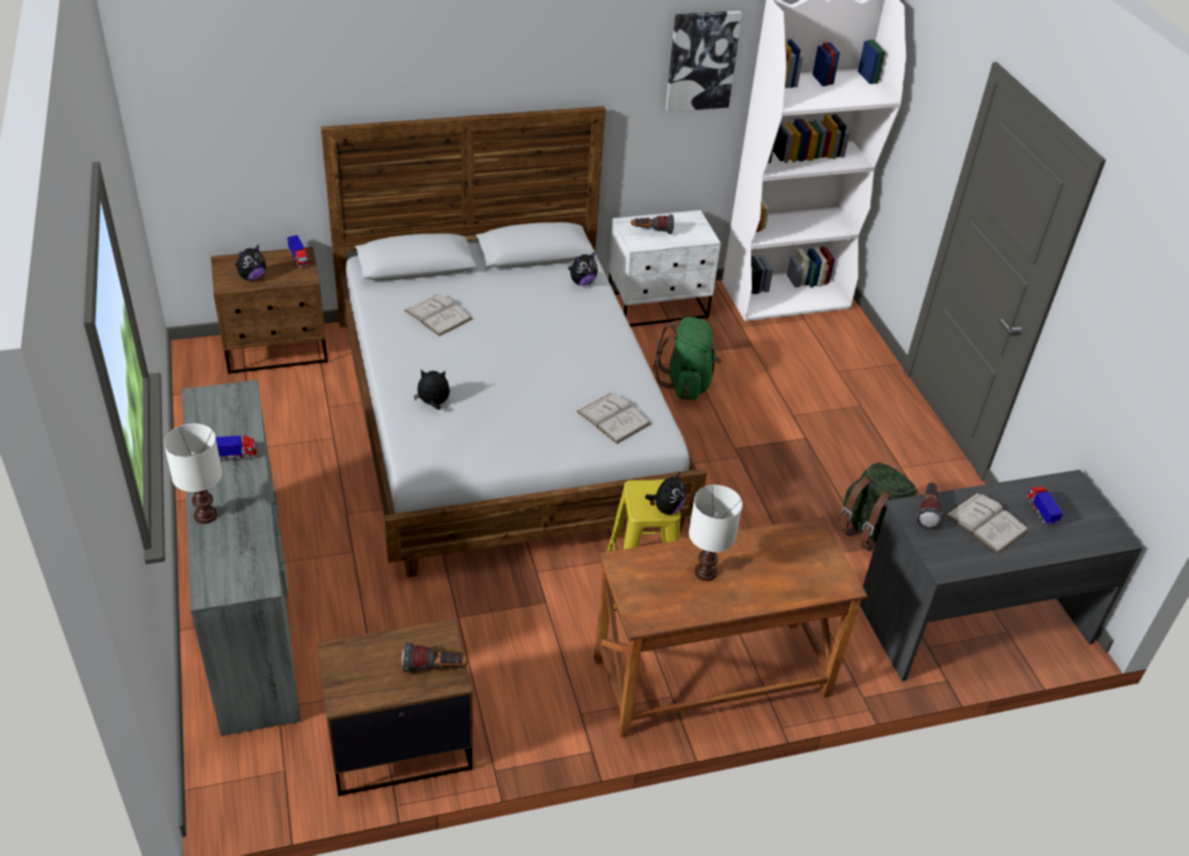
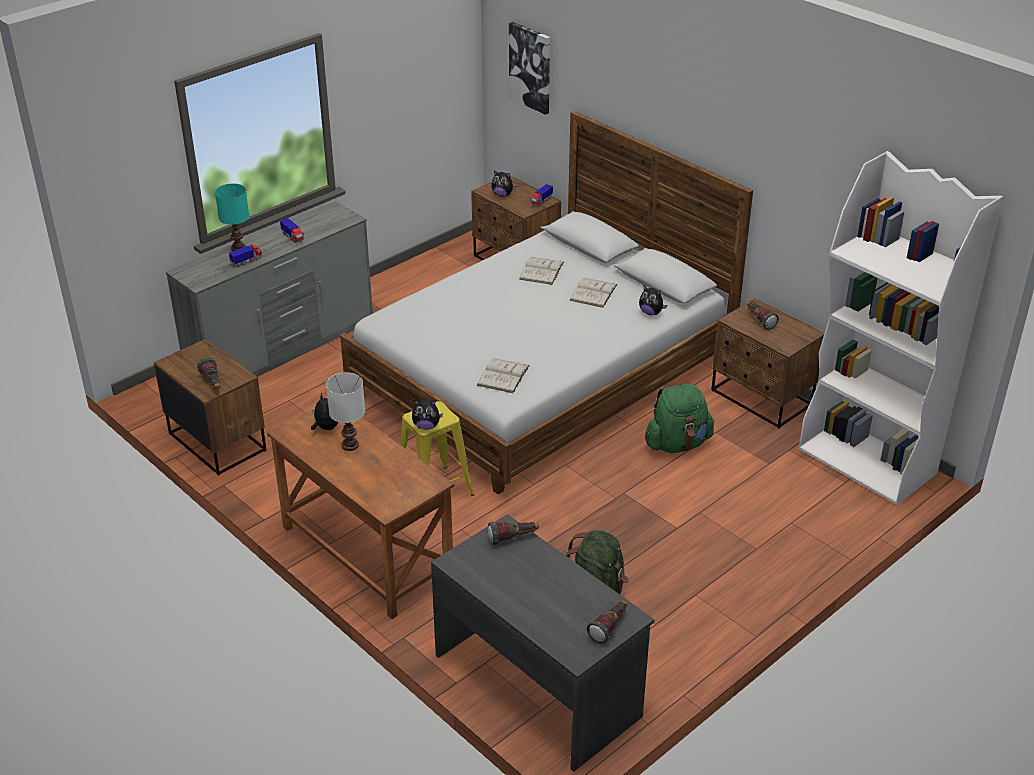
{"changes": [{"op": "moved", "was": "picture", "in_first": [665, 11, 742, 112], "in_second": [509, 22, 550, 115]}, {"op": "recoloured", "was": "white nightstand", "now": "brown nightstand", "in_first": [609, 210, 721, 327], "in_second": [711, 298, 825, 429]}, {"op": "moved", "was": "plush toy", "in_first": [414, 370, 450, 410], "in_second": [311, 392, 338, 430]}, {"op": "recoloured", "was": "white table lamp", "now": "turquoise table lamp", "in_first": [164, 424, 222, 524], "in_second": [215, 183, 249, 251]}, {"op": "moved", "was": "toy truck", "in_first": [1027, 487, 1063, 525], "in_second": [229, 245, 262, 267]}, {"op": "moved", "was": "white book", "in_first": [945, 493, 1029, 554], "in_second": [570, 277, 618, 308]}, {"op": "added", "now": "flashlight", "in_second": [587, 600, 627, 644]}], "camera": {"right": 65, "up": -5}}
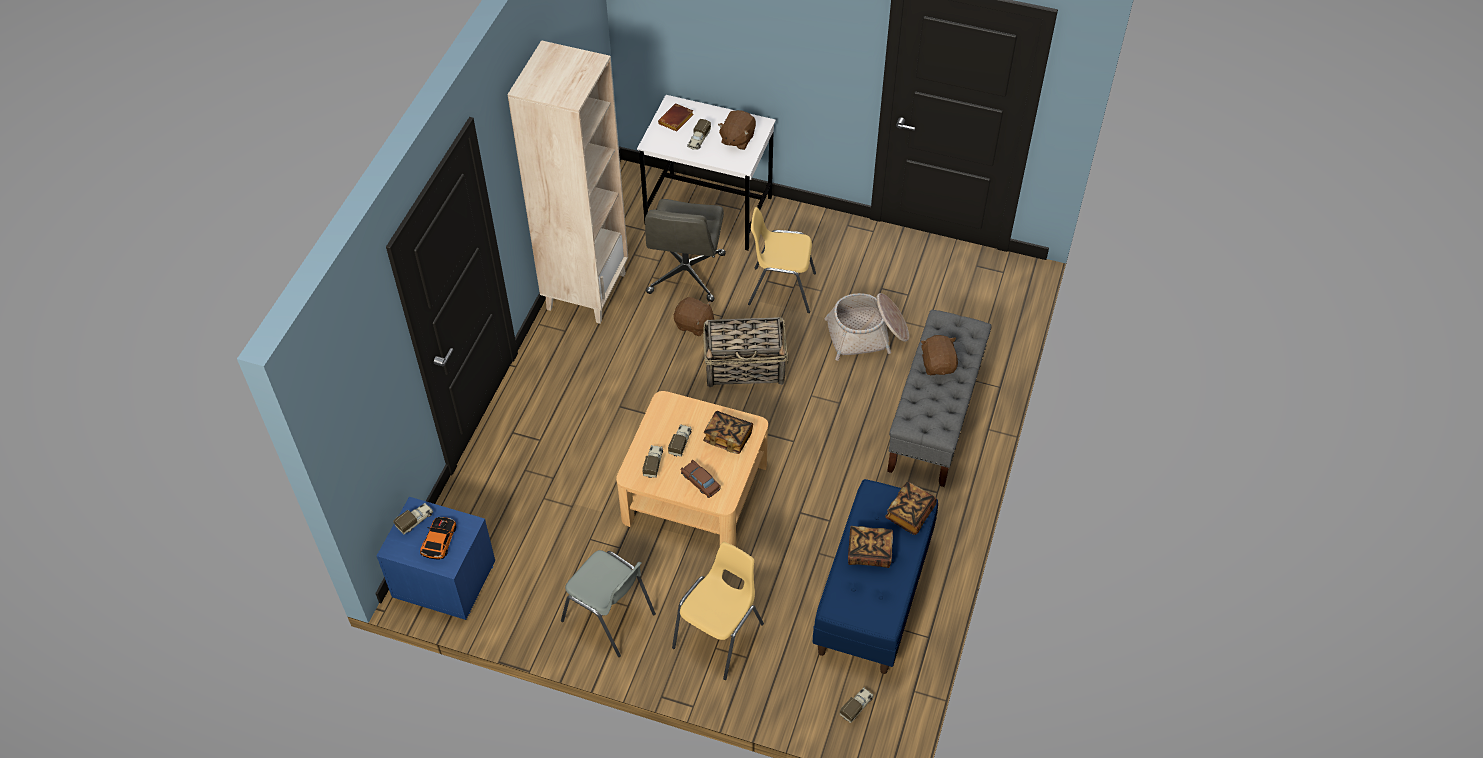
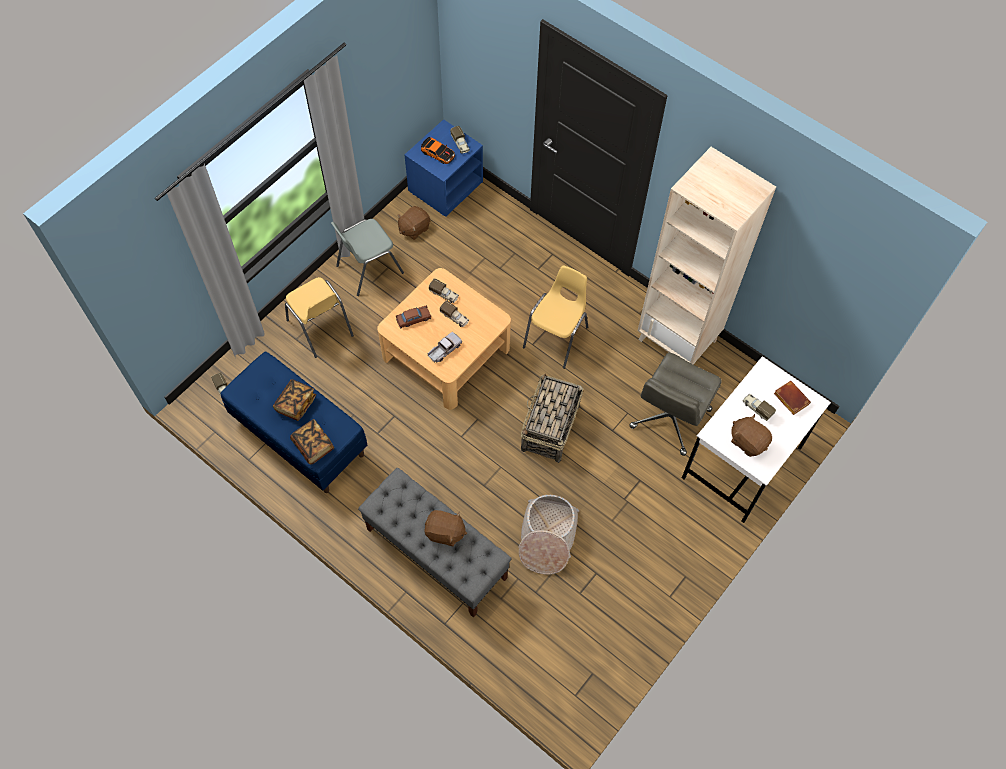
{"changes": [{"op": "turned", "was": "grey office chair", "in_first": [645, 199, 726, 302], "in_second": [629, 352, 721, 456], "clockwise": -90}, {"op": "moved", "was": "yellow chair", "in_first": [748, 207, 816, 313], "in_second": [523, 265, 588, 369]}, {"op": "moved", "was": "brown plush toy", "in_first": [674, 297, 714, 336], "in_second": [397, 206, 430, 240]}, {"op": "replaced", "was": "book", "now": "toy truck", "in_first": [703, 411, 753, 454], "in_second": [427, 332, 462, 362]}], "camera": {"right": 110, "up": 10}}
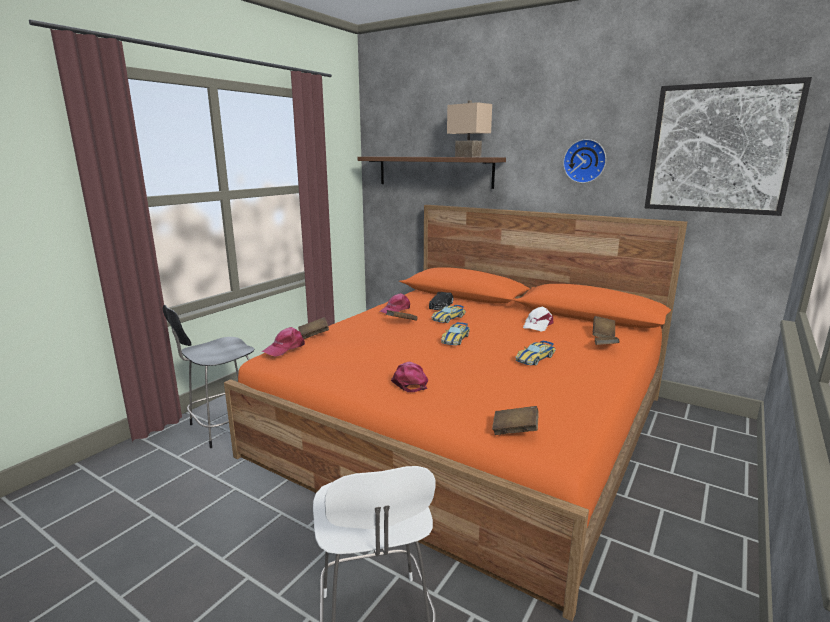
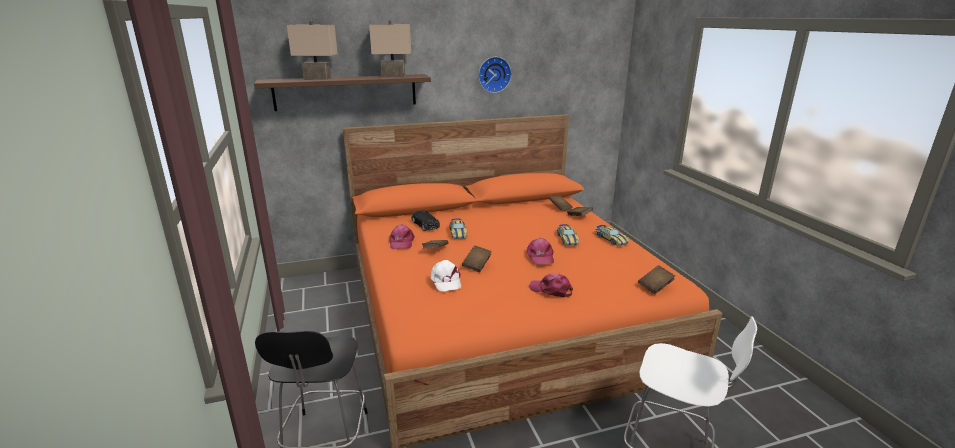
{"changes": [{"op": "removed", "was": "picture", "in_first": [645, 77, 812, 216]}, {"op": "moved", "was": "white cap", "in_first": [523, 307, 553, 332], "in_second": [430, 260, 461, 292]}, {"op": "moved", "was": "brown book", "in_first": [298, 317, 329, 339], "in_second": [462, 245, 492, 272]}, {"op": "moved", "was": "toy car", "in_first": [441, 322, 470, 345], "in_second": [595, 225, 629, 246]}, {"op": "moved", "was": "pink cap", "in_first": [262, 327, 305, 357], "in_second": [526, 238, 554, 265]}, {"op": "added", "now": "beige table lamp", "in_second": [287, 21, 338, 80]}], "camera": {"right": -50, "up": 5}}
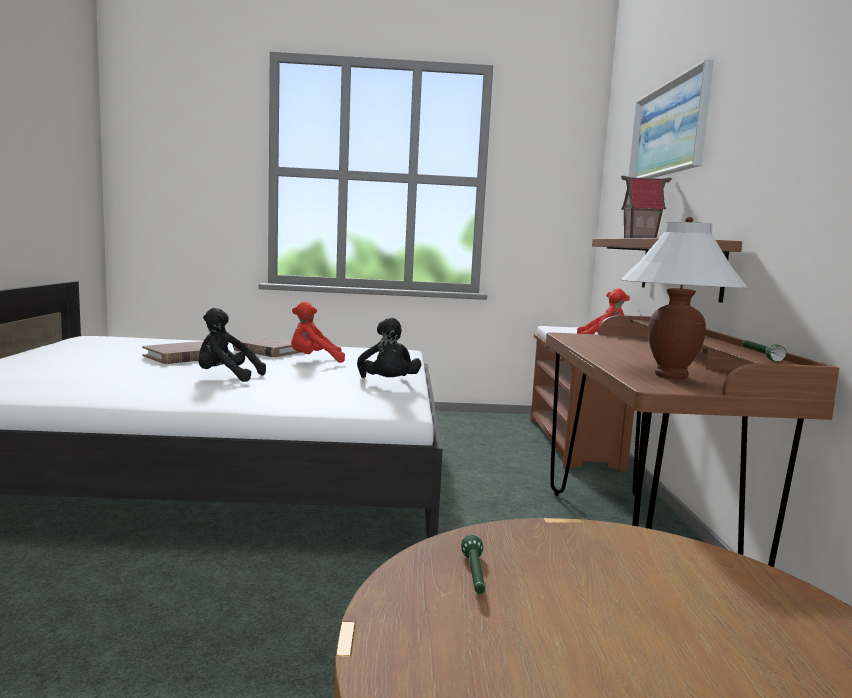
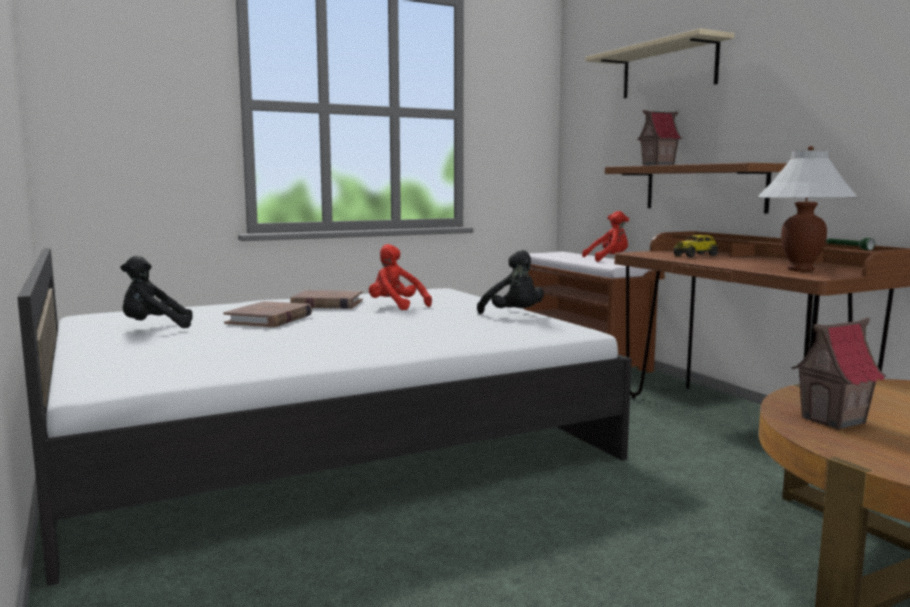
{"changes": [{"op": "replaced", "was": "picture", "now": "beige shelf", "in_first": [628, 59, 714, 178], "in_second": [585, 28, 734, 98]}, {"op": "turned", "was": "red plush toy", "in_first": [291, 301, 345, 363], "in_second": [369, 244, 432, 310], "clockwise": 75}, {"op": "moved", "was": "black plush toy", "in_first": [198, 308, 266, 382], "in_second": [120, 256, 193, 328]}, {"op": "replaced", "was": "green flashlight", "now": "toy house", "in_first": [461, 534, 485, 594], "in_second": [791, 318, 886, 430]}, {"op": "added", "now": "toy truck", "in_second": [674, 235, 718, 257]}], "camera": {"right": -25, "up": 0}}
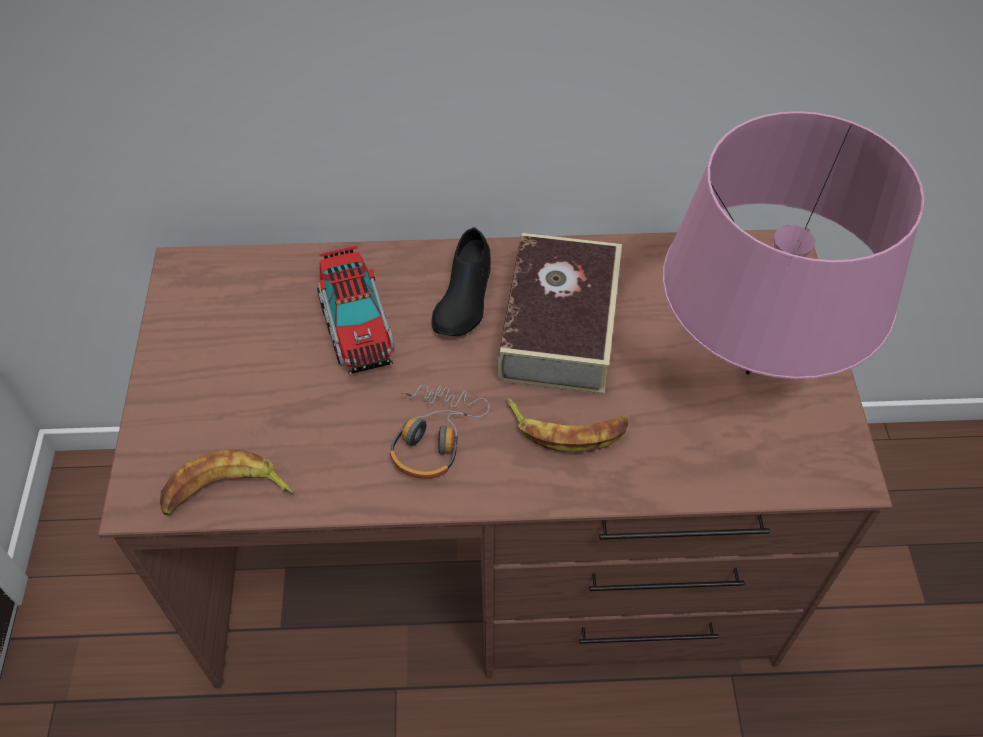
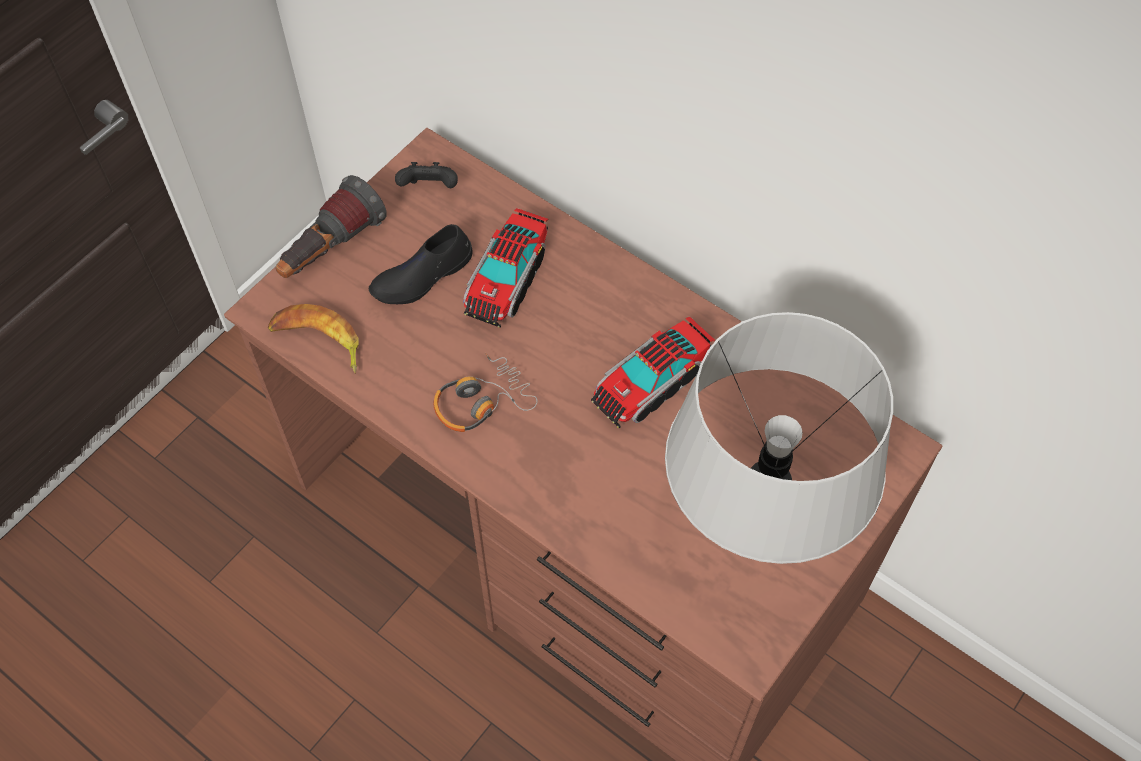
{"changes": [{"op": "recoloured", "was": "pink table lamp", "now": "grey table lamp", "in_first": [663, 111, 924, 379], "in_second": [665, 312, 893, 564]}, {"op": "moved", "was": "black shoe", "in_first": [432, 227, 491, 336], "in_second": [369, 224, 473, 304]}, {"op": "replaced", "was": "book", "now": "toy truck", "in_first": [497, 233, 622, 395], "in_second": [591, 317, 715, 428]}, {"op": "removed", "was": "banana", "in_first": [507, 397, 628, 452]}, {"op": "added", "now": "black game controller", "in_second": [395, 162, 458, 188]}, {"op": "added", "now": "flashlight", "in_second": [276, 175, 387, 278]}], "camera": {"right": 40, "up": 5}}
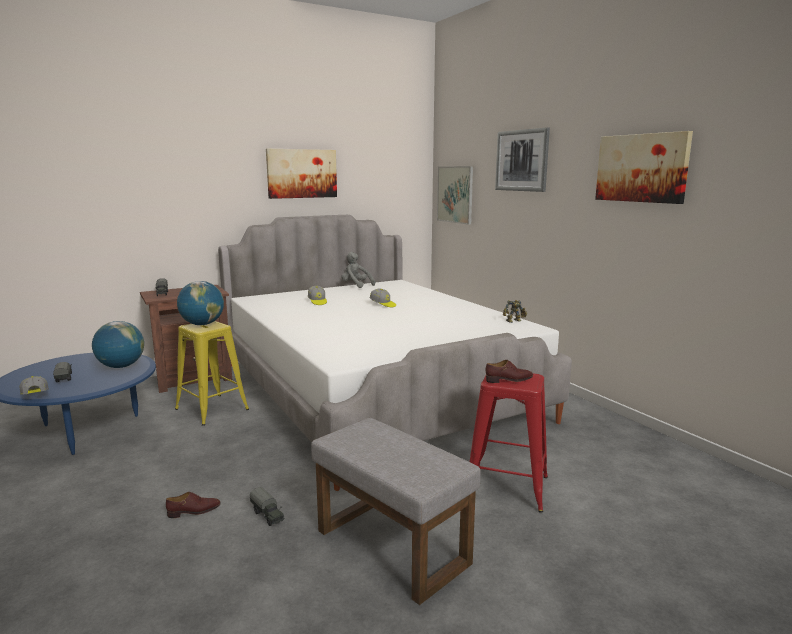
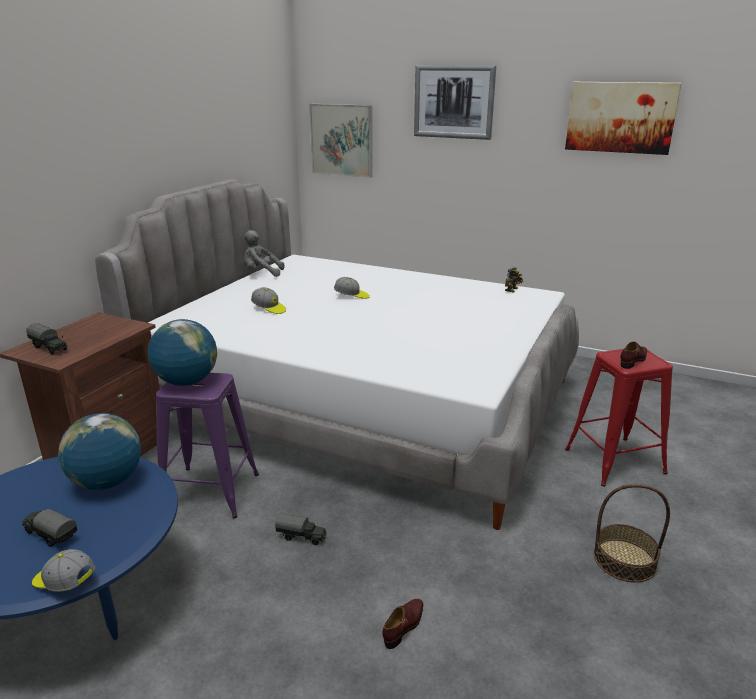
{"changes": [{"op": "removed", "was": "picture", "in_first": [266, 149, 337, 199]}, {"op": "recoloured", "was": "yellow stool", "now": "purple stool", "in_first": [175, 321, 249, 426], "in_second": [156, 373, 259, 518]}, {"op": "replaced", "was": "grey ottoman", "now": "basket", "in_first": [311, 418, 481, 605], "in_second": [594, 484, 670, 583]}, {"op": "moved", "was": "toy truck", "in_first": [250, 487, 285, 526], "in_second": [275, 513, 327, 545]}], "camera": {"right": -35, "up": 10}}
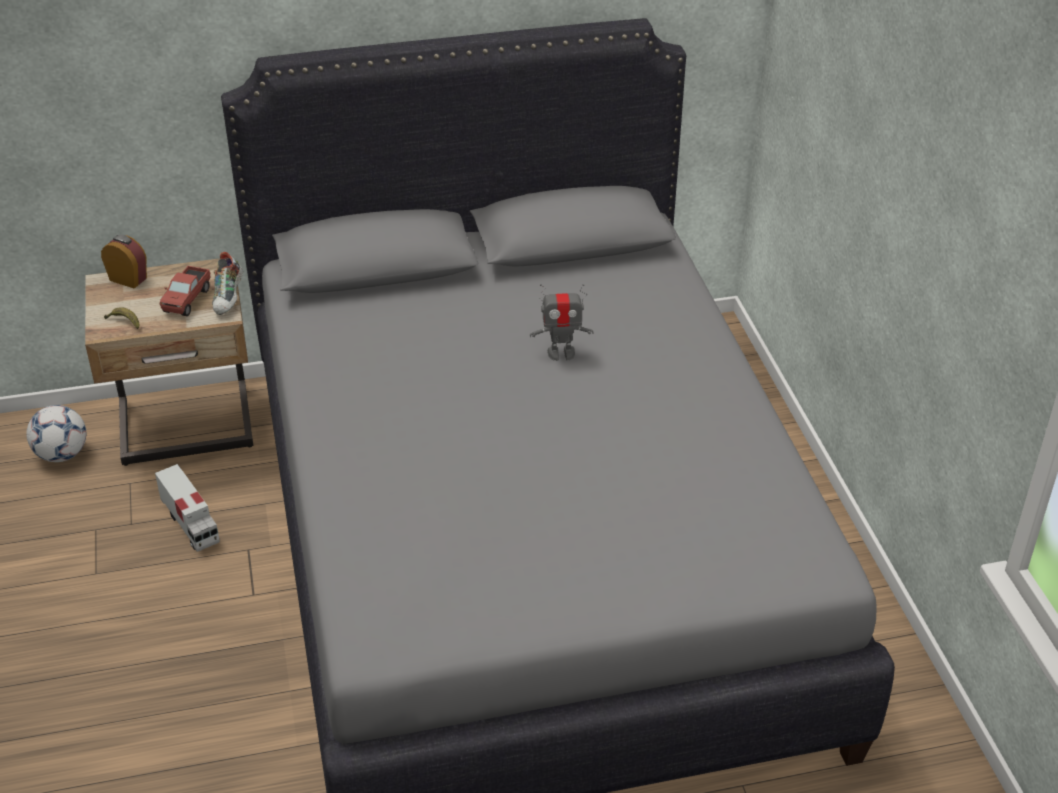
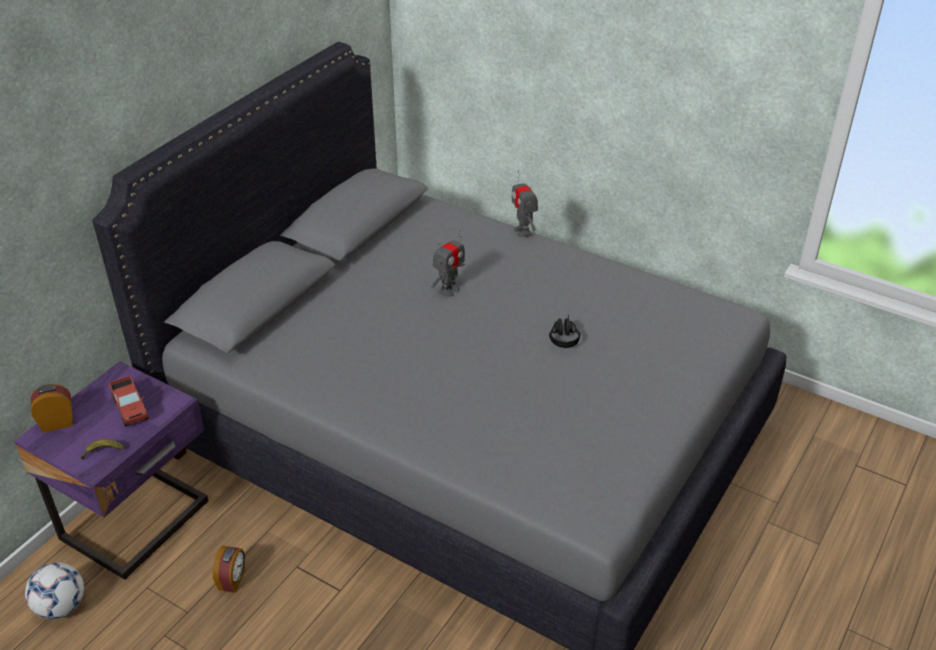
{"changes": [{"op": "removed", "was": "shoe", "in_first": [212, 252, 243, 315]}, {"op": "recoloured", "was": "beige nightstand", "now": "purple nightstand", "in_first": [85, 258, 253, 466], "in_second": [14, 361, 209, 580]}, {"op": "replaced", "was": "toy truck", "now": "alarm clock", "in_first": [155, 464, 220, 552], "in_second": [212, 545, 245, 593]}, {"op": "added", "now": "toy robot", "in_second": [512, 171, 538, 237]}, {"op": "added", "now": "black headphones", "in_second": [549, 315, 581, 348]}], "camera": {"right": -45, "up": 0}}
